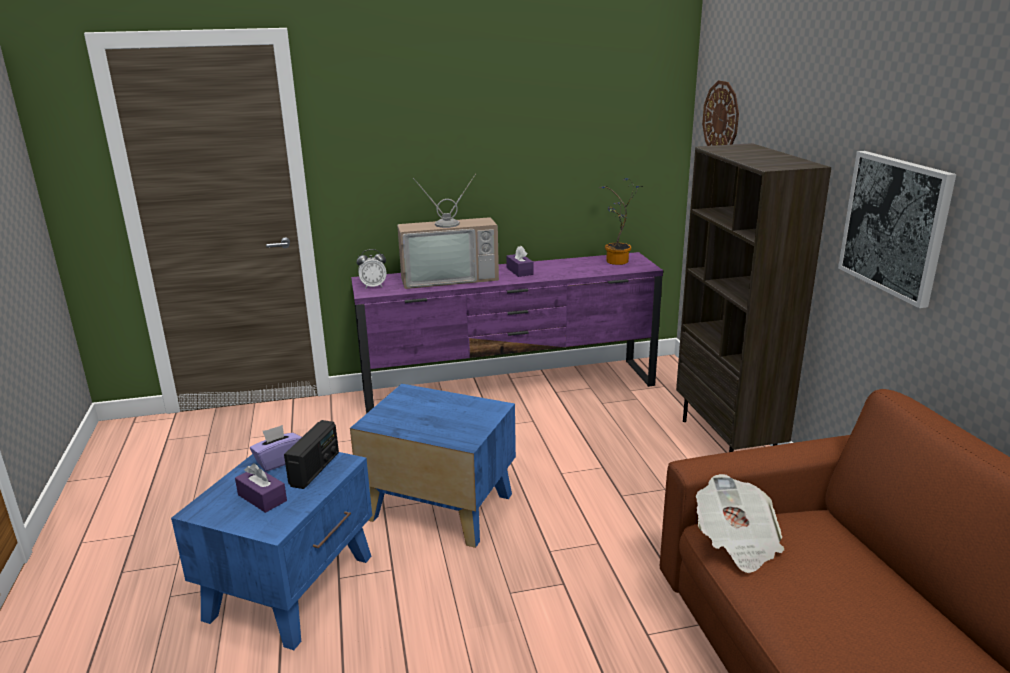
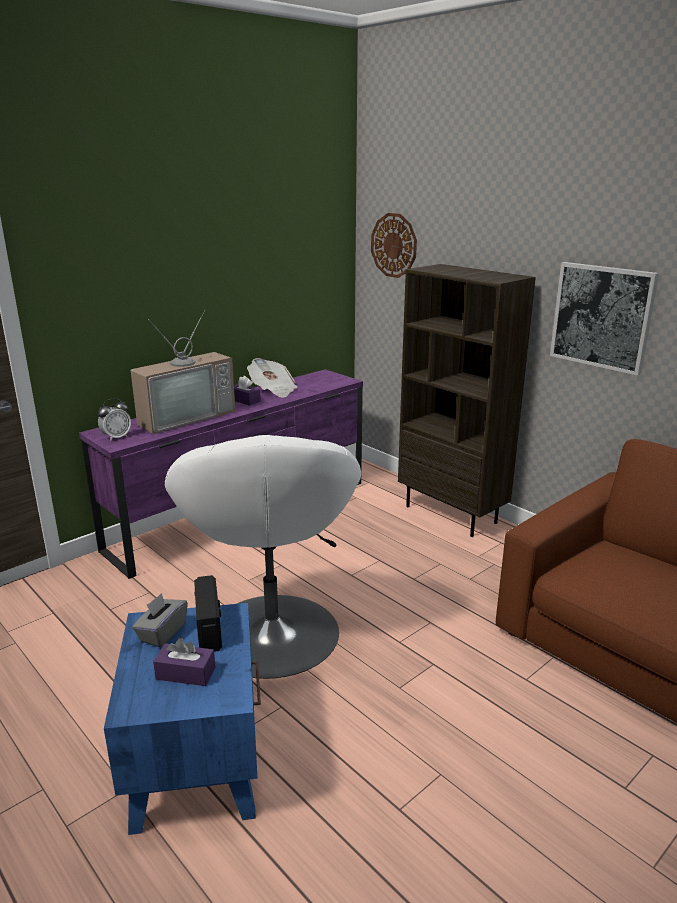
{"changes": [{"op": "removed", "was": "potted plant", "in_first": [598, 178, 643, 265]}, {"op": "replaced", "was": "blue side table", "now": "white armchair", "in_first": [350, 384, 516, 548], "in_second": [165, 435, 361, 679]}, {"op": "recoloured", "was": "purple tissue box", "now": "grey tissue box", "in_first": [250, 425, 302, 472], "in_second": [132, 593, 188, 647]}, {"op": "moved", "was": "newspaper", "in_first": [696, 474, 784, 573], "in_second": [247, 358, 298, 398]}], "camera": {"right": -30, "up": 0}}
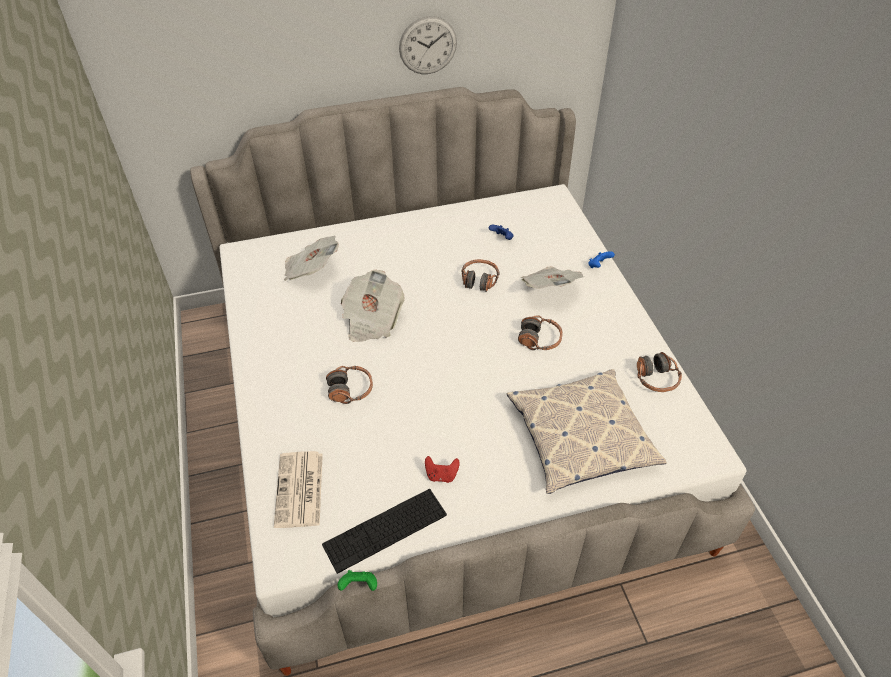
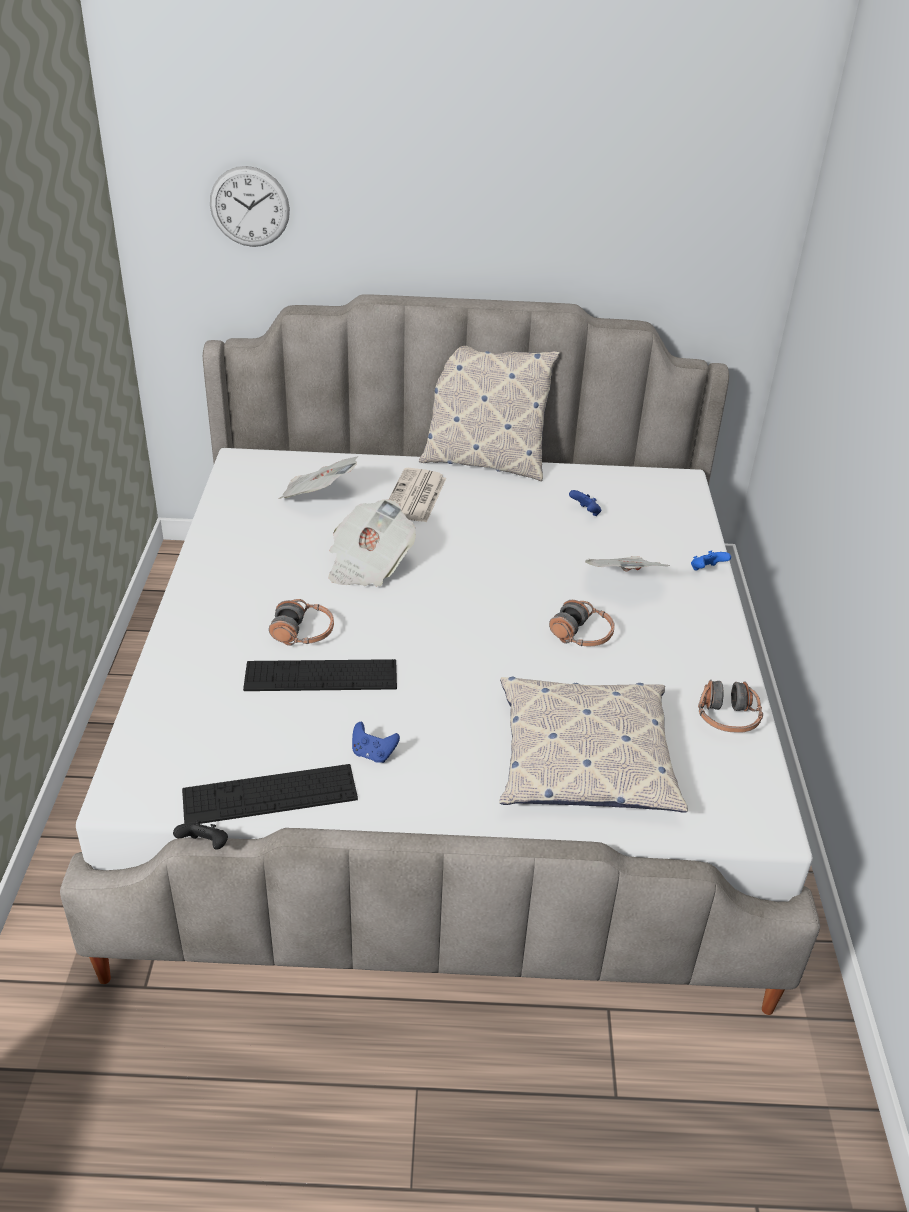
{"changes": [{"op": "moved", "was": "wall clock", "in_first": [399, 16, 457, 74], "in_second": [210, 166, 290, 247]}, {"op": "removed", "was": "headphones", "in_first": [461, 259, 500, 292]}, {"op": "moved", "was": "newspaper", "in_first": [274, 451, 323, 528], "in_second": [389, 468, 446, 523]}, {"op": "recoloured", "was": "red game controller", "now": "blue game controller", "in_first": [425, 456, 460, 483], "in_second": [352, 722, 400, 763]}, {"op": "recoloured", "was": "green game controller", "now": "black game controller", "in_first": [338, 570, 377, 591], "in_second": [173, 820, 228, 849]}, {"op": "added", "now": "pillow", "in_second": [419, 346, 560, 482]}, {"op": "added", "now": "keyboard", "in_second": [243, 659, 397, 691]}], "camera": {"right": 15, "up": -10}}
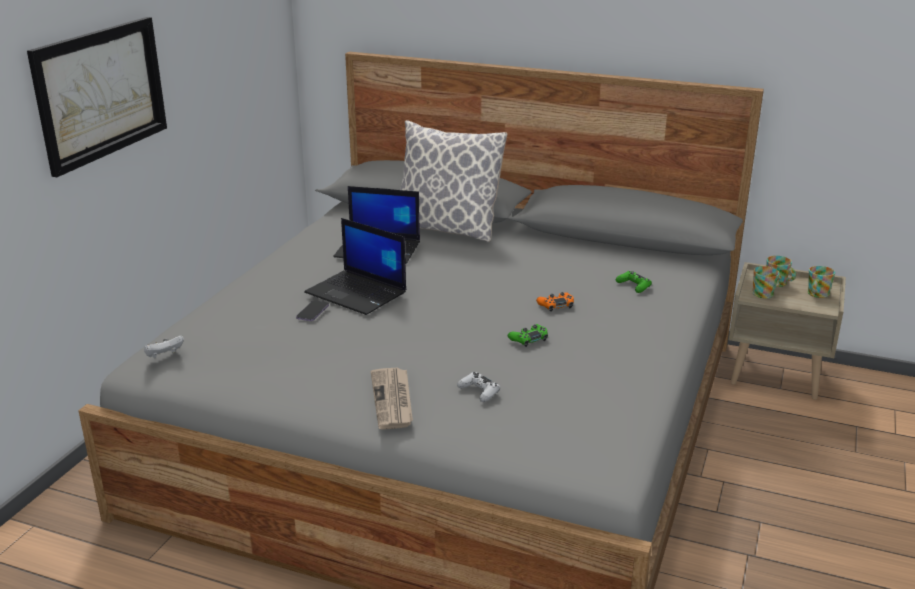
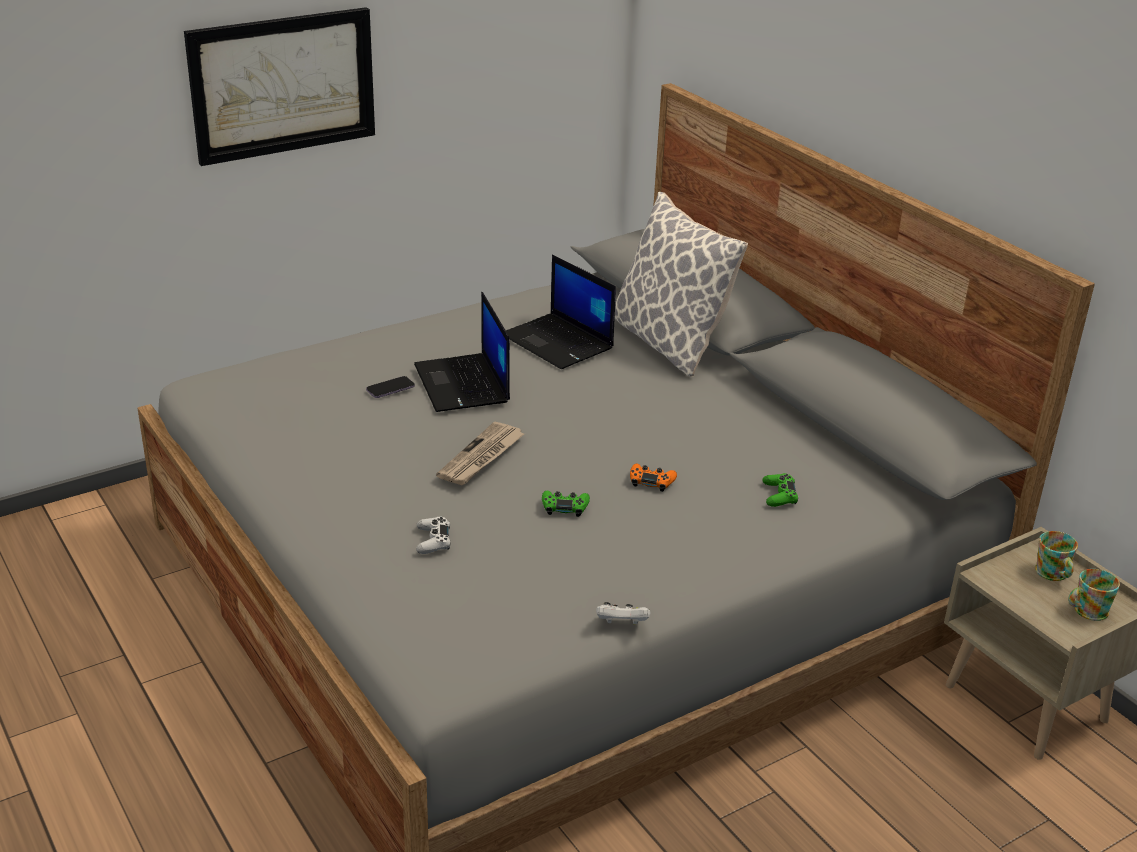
{"changes": [{"op": "removed", "was": "mug", "in_first": [752, 266, 782, 299]}, {"op": "moved", "was": "white game controller", "in_first": [144, 336, 184, 358], "in_second": [596, 602, 651, 625]}, {"op": "moved", "was": "newspaper", "in_first": [371, 367, 413, 430], "in_second": [436, 421, 524, 485]}], "camera": {"right": 35, "up": 5}}
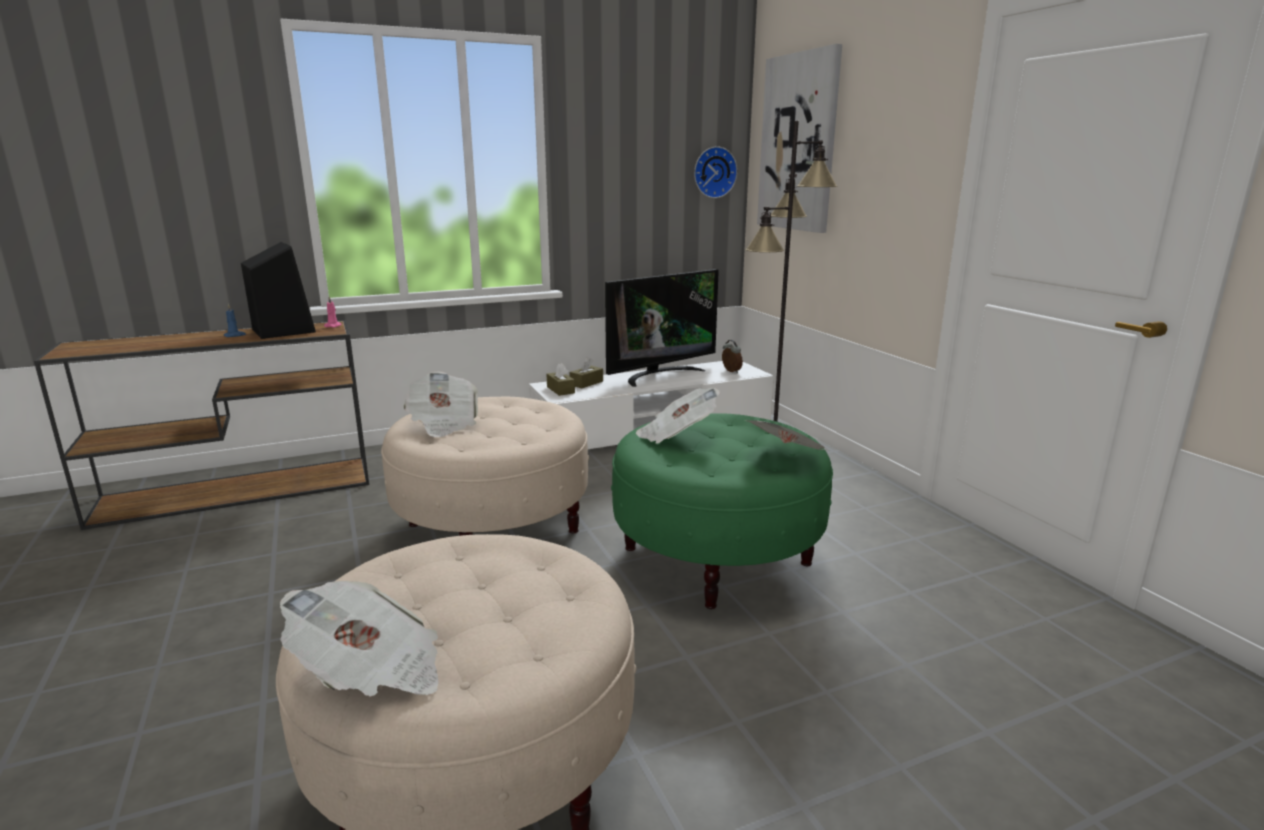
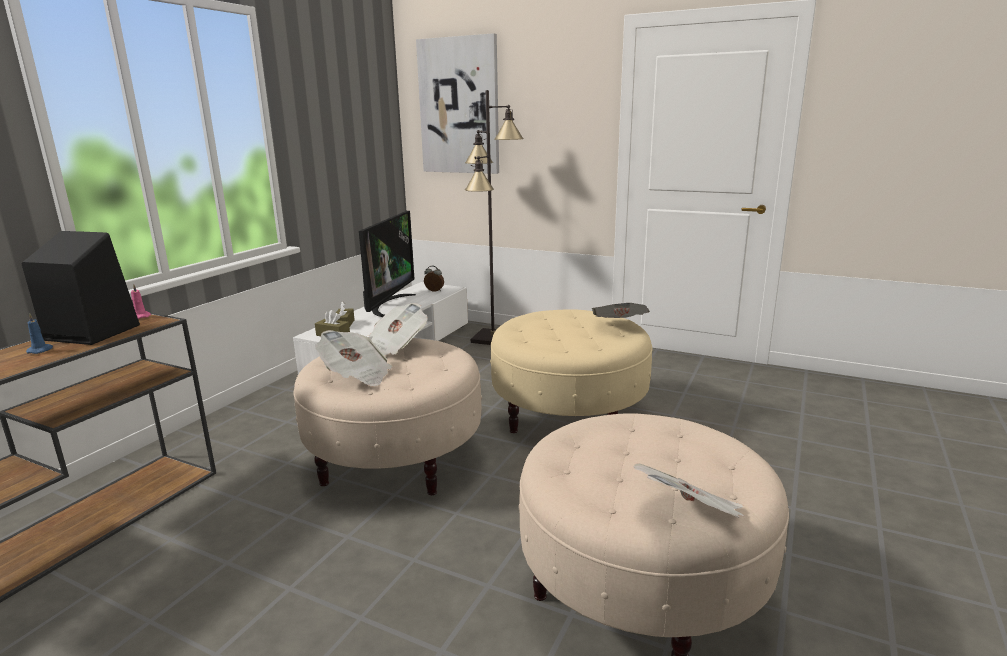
{"changes": [{"op": "removed", "was": "wall clock", "in_first": [694, 146, 738, 198]}, {"op": "moved", "was": "newspaper", "in_first": [636, 388, 720, 443], "in_second": [369, 303, 428, 355]}, {"op": "recoloured", "was": "green ottoman", "now": "beige ottoman", "in_first": [611, 413, 833, 609], "in_second": [490, 309, 653, 433]}], "camera": {"right": -40, "up": 0}}
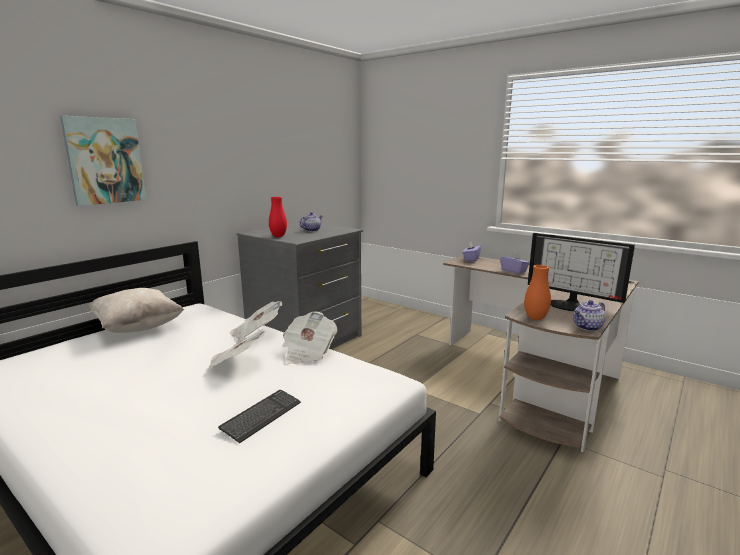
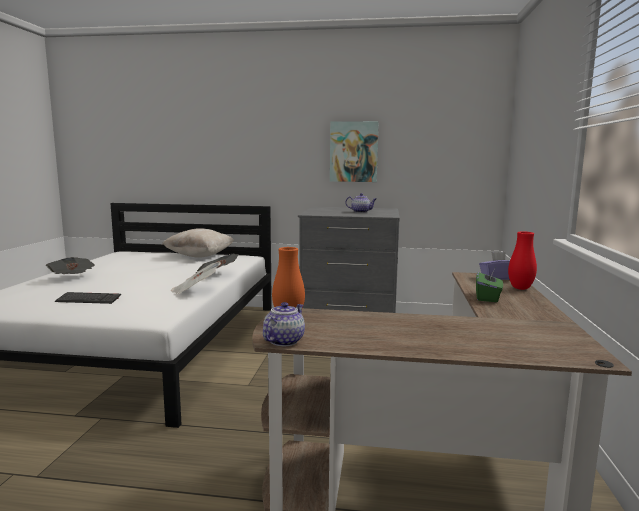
{"changes": [{"op": "moved", "was": "picture", "in_first": [60, 116, 146, 206], "in_second": [330, 121, 379, 182]}, {"op": "moved", "was": "red vase", "in_first": [269, 197, 287, 237], "in_second": [508, 231, 537, 290]}, {"op": "removed", "was": "monitor", "in_first": [528, 233, 635, 311]}, {"op": "recoloured", "was": "purple tissue box", "now": "green tissue box", "in_first": [500, 251, 530, 274], "in_second": [476, 268, 503, 302]}, {"op": "turned", "was": "teapot", "in_first": [573, 300, 606, 331], "in_second": [263, 302, 305, 346], "clockwise": 90}, {"op": "moved", "was": "newspaper", "in_first": [207, 329, 265, 369], "in_second": [45, 257, 95, 274]}], "camera": {"right": 60, "up": -5}}
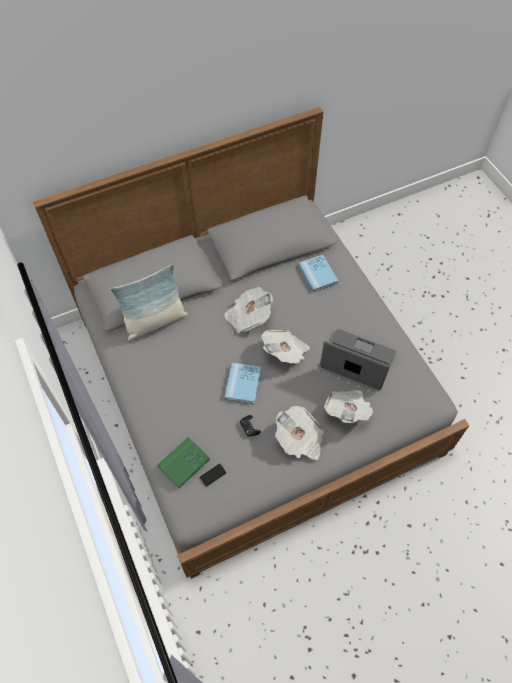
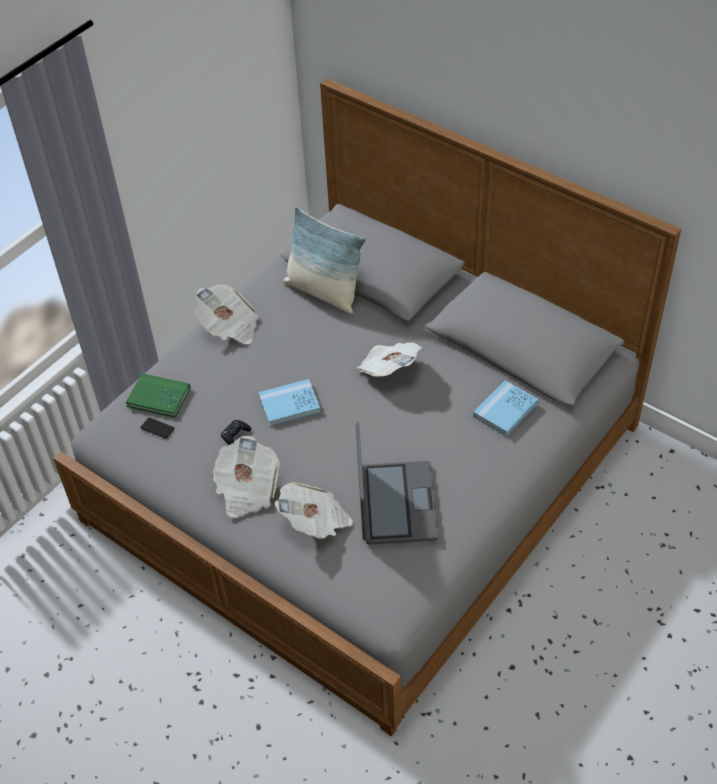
{"changes": [{"op": "moved", "was": "newspaper", "in_first": [261, 330, 310, 364], "in_second": [194, 284, 259, 344]}], "camera": {"right": 65, "up": -10}}
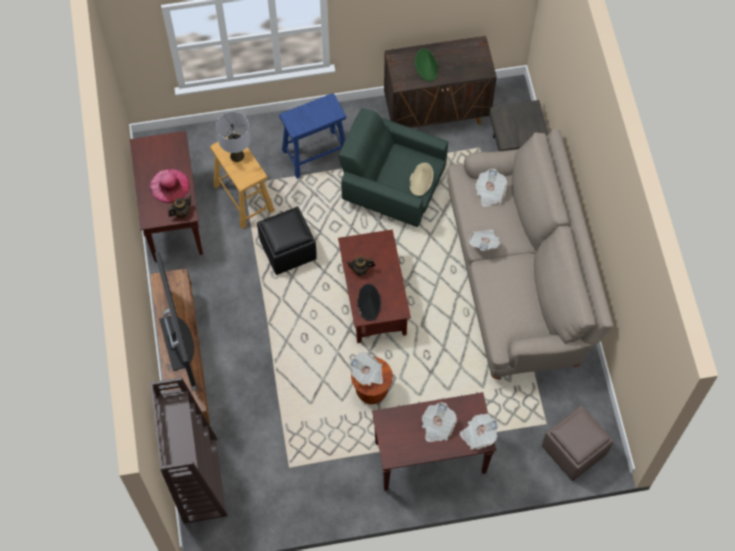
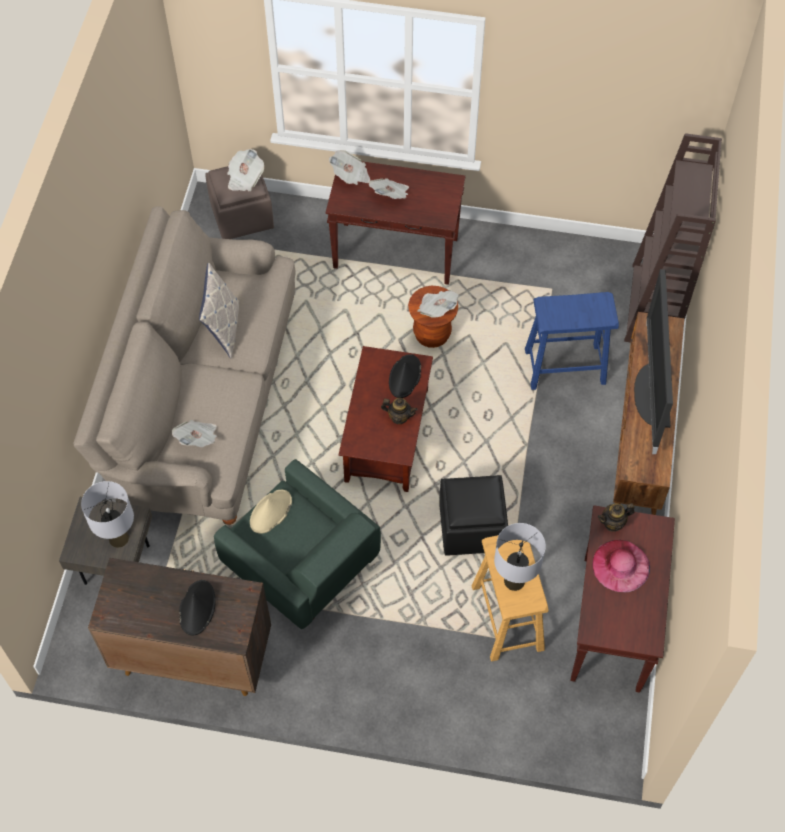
{"changes": [{"op": "recoloured", "was": "green hat", "now": "black hat", "in_first": [415, 49, 438, 82], "in_second": [179, 580, 216, 635]}, {"op": "moved", "was": "blue stool", "in_first": [279, 94, 346, 179], "in_second": [525, 292, 619, 390]}, {"op": "moved", "was": "newspaper", "in_first": [468, 229, 501, 251], "in_second": [227, 149, 264, 191]}, {"op": "added", "now": "pillow", "in_second": [199, 262, 239, 358]}, {"op": "added", "now": "grey table lamp", "in_second": [81, 481, 134, 548]}], "camera": {"right": -160, "up": -5}}
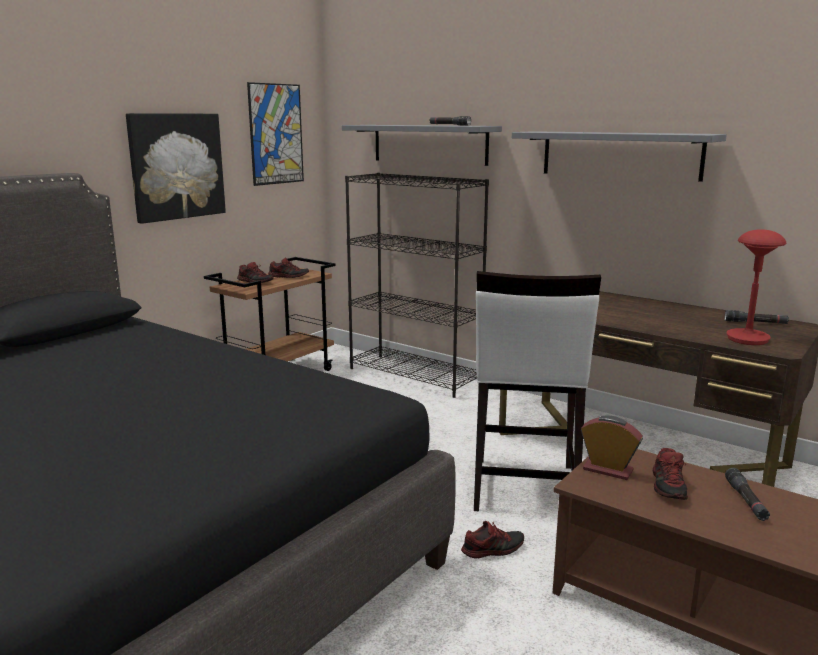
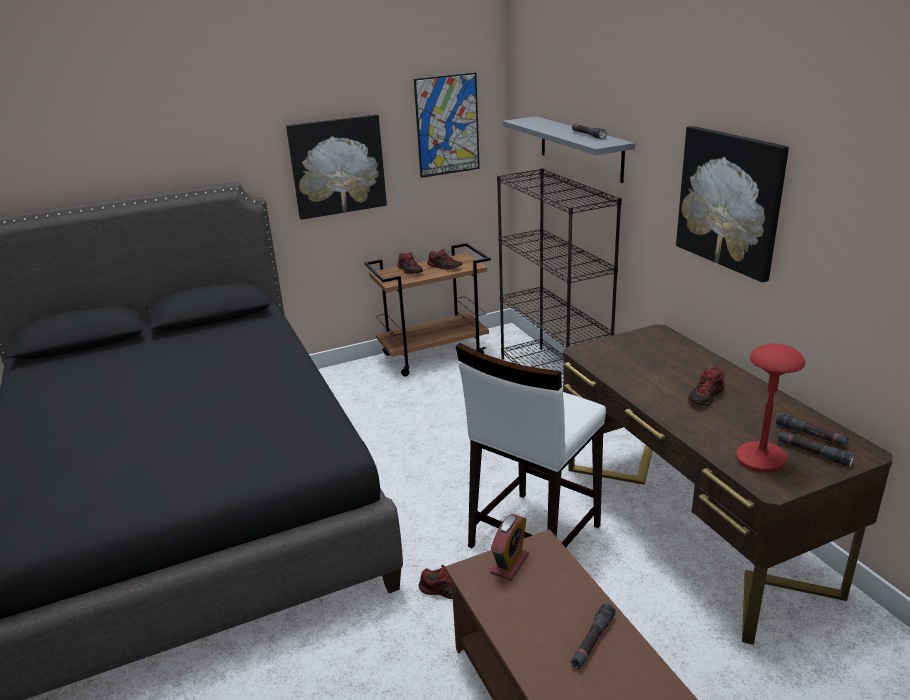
{"changes": [{"op": "replaced", "was": "grey shelf", "now": "picture", "in_first": [512, 131, 727, 182], "in_second": [676, 126, 789, 282]}, {"op": "turned", "was": "alarm clock", "in_first": [581, 416, 643, 480], "in_second": [490, 514, 529, 580], "clockwise": 60}, {"op": "moved", "was": "shoe", "in_first": [653, 448, 688, 500], "in_second": [688, 367, 725, 406]}, {"op": "added", "now": "black flashlight", "in_second": [778, 432, 854, 467]}], "camera": {"right": 30, "up": 10}}
